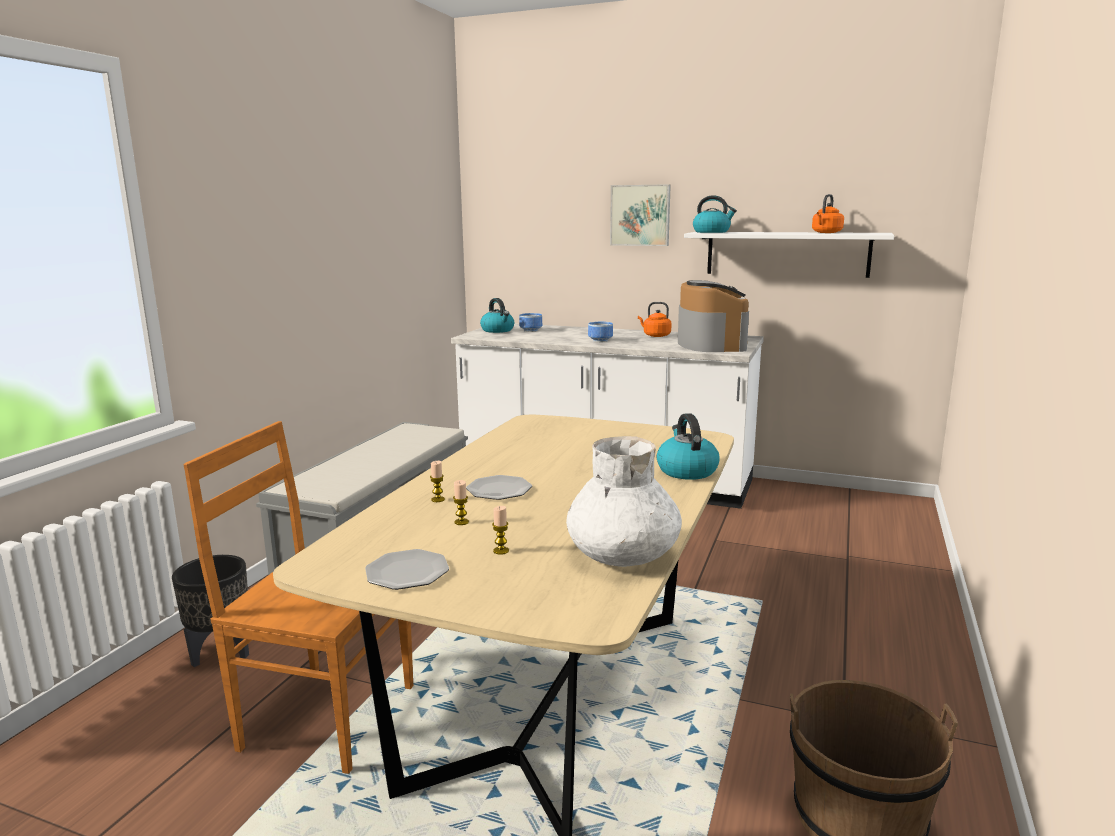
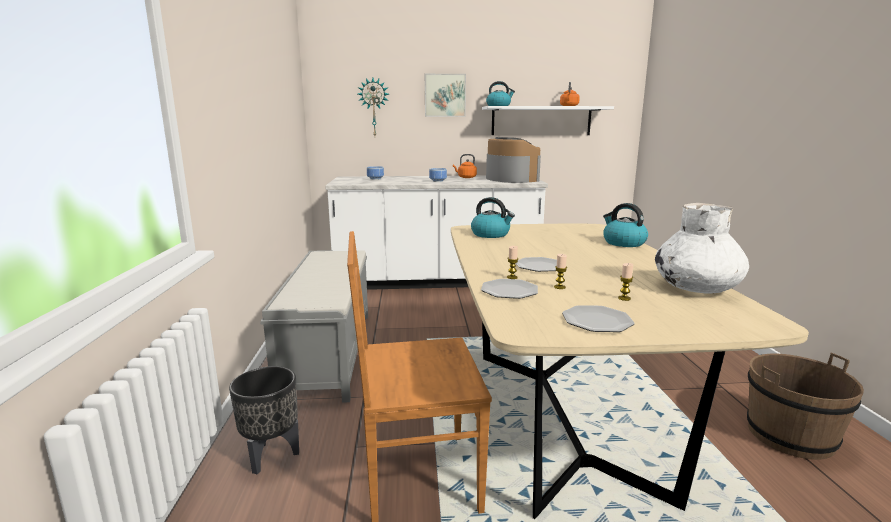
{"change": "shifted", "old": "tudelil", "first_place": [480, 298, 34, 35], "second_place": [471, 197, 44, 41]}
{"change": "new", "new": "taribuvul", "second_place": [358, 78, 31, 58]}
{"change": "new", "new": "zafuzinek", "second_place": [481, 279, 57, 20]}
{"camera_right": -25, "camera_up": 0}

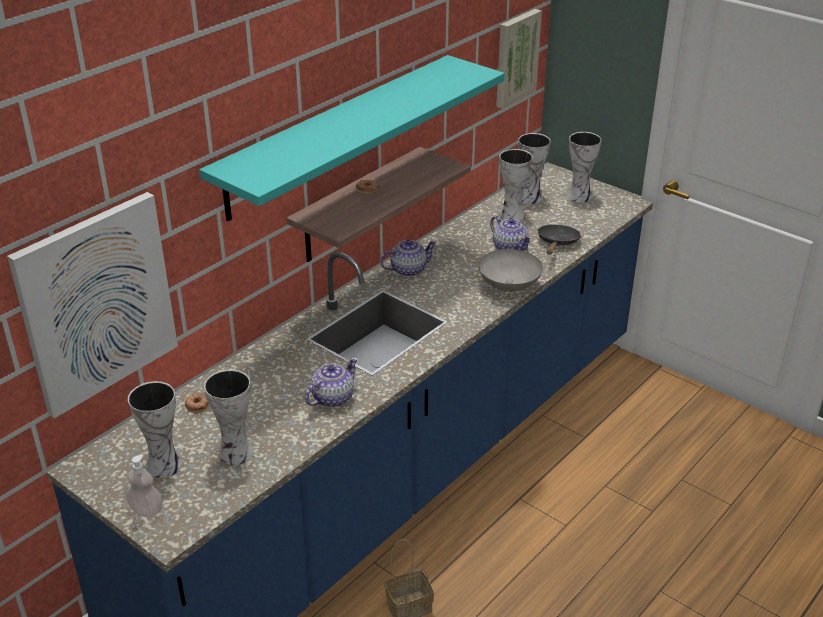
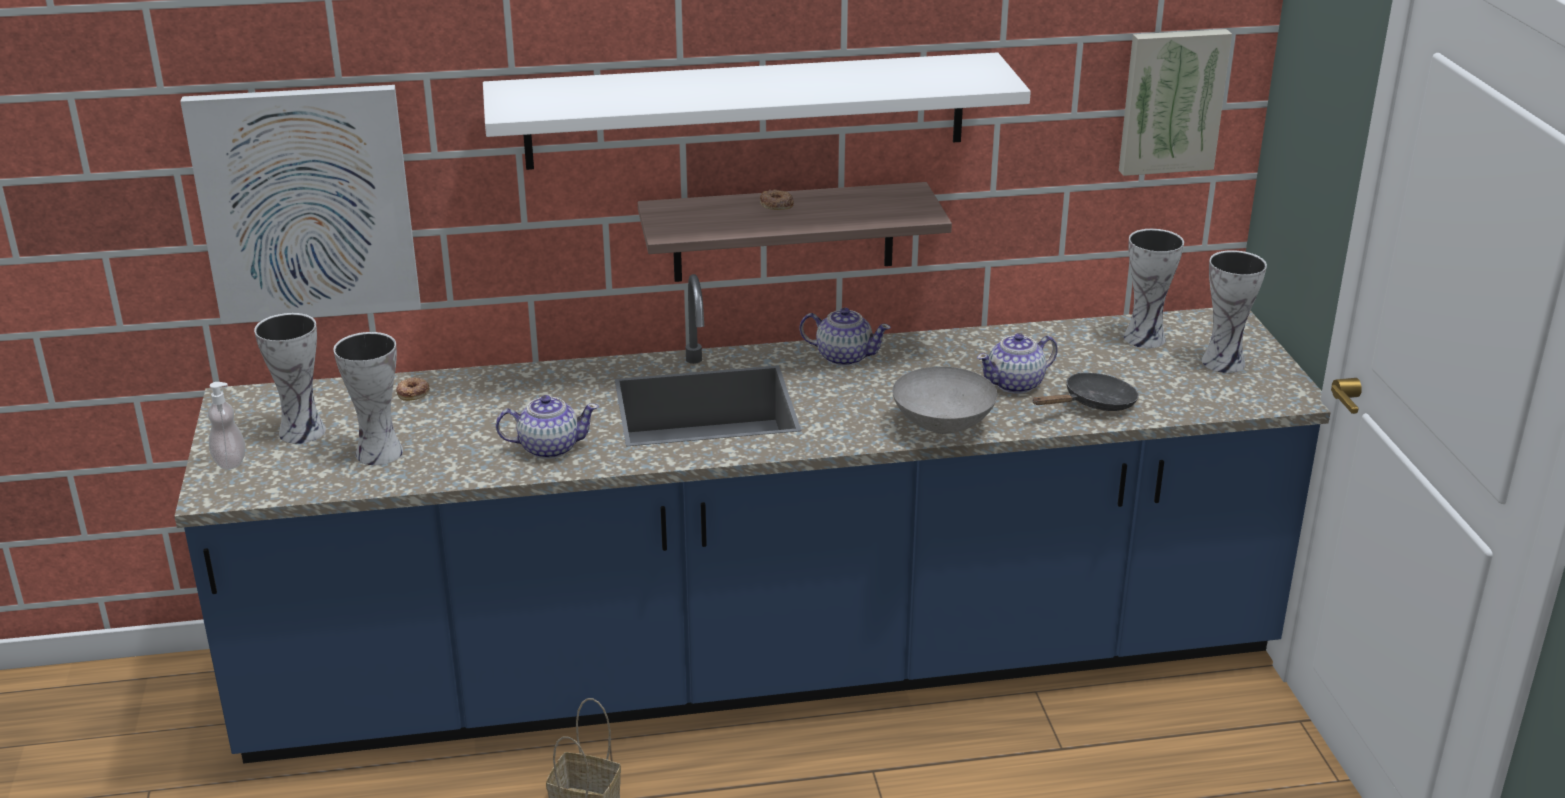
{"change": "repainted", "old": "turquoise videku", "new": "white videku", "first_place": [199, 55, 306, 167], "second_place": [483, 52, 548, 118]}
{"change": "gone", "old": "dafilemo", "first_place": [499, 149, 34, 72]}
{"change": "rotated", "old": "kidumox", "first_place": [490, 216, 42, 35], "second_place": [977, 333, 80, 61], "degrees": 60}
{"camera_right": 40, "camera_up": -5}

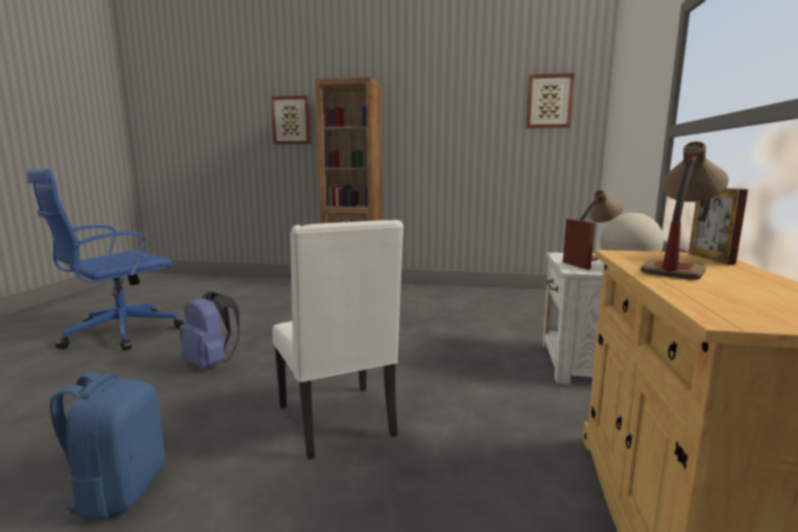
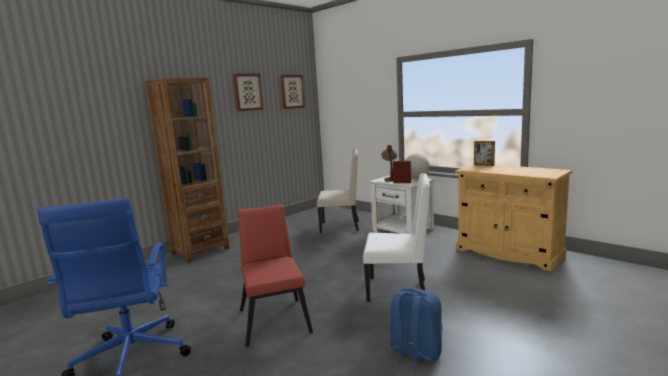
{"change": "shifted", "old": "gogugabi", "first_place": [271, 96, 40, 48], "second_place": [233, 74, 30, 37]}
{"change": "gone", "old": "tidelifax", "first_place": [641, 141, 88, 139]}
{"change": "swapped", "old": "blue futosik", "new": "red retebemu", "first_place": [180, 291, 60, 78], "second_place": [238, 204, 75, 143]}
{"change": "new", "new": "beige retebemu", "second_place": [317, 149, 42, 84]}
{"camera_right": -55, "camera_up": 0}

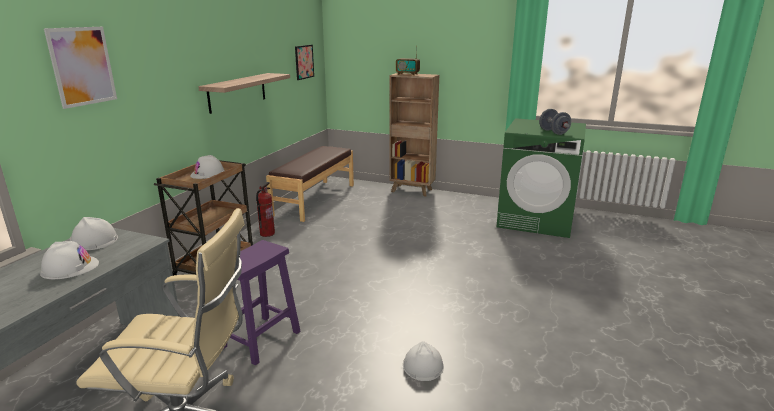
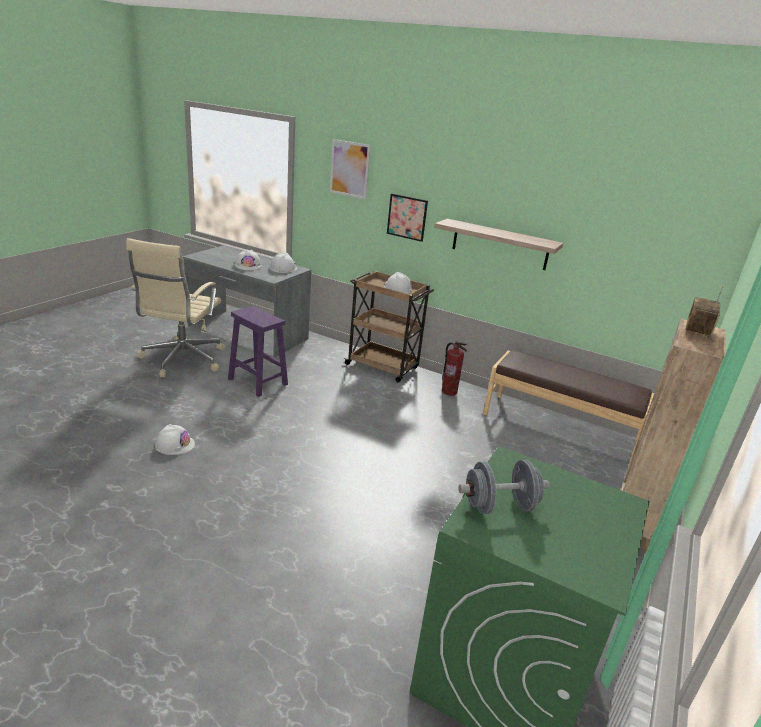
{"change": "shifted", "old": "gogugabi", "first_place": [295, 45, 19, 35], "second_place": [387, 194, 41, 48]}
{"camera_right": 95, "camera_up": 5}

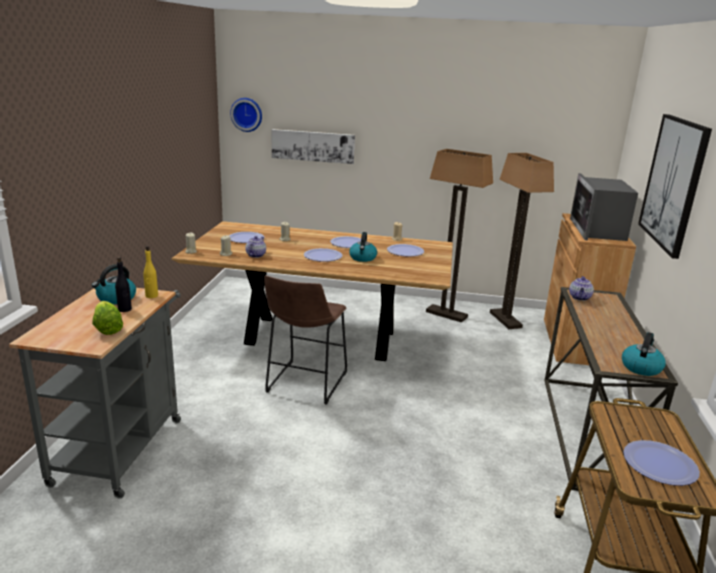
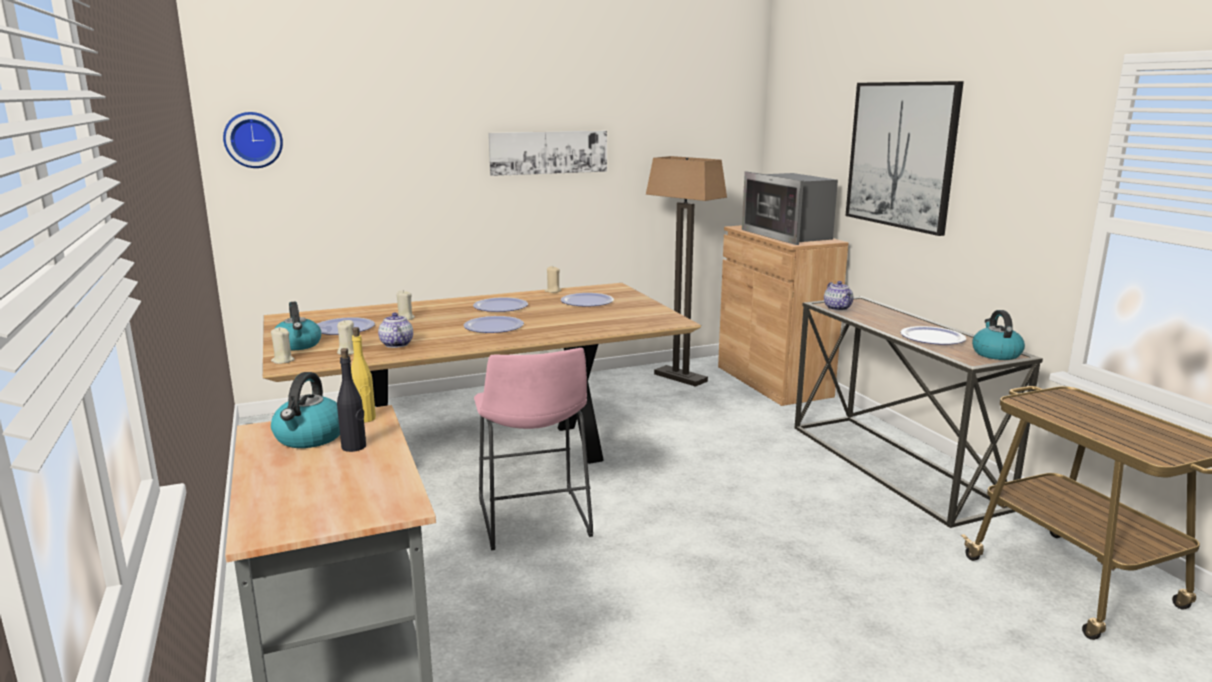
{"change": "shifted", "old": "gogugabi", "first_place": [271, 129, 84, 35], "second_place": [488, 131, 119, 45]}
{"change": "gone", "old": "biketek", "first_place": [426, 149, 67, 174]}
{"change": "shifted", "old": "tudelil", "first_place": [349, 232, 28, 30], "second_place": [274, 302, 47, 48]}
{"change": "repainted", "old": "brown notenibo", "new": "pink notenibo", "first_place": [264, 276, 83, 129], "second_place": [474, 348, 119, 202]}
{"change": "gone", "old": "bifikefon", "first_place": [92, 301, 31, 34]}
{"change": "shifted", "old": "zafuzinek", "first_place": [623, 440, 77, 46], "second_place": [900, 326, 66, 19]}
{"camera_right": -30, "camera_up": -5}

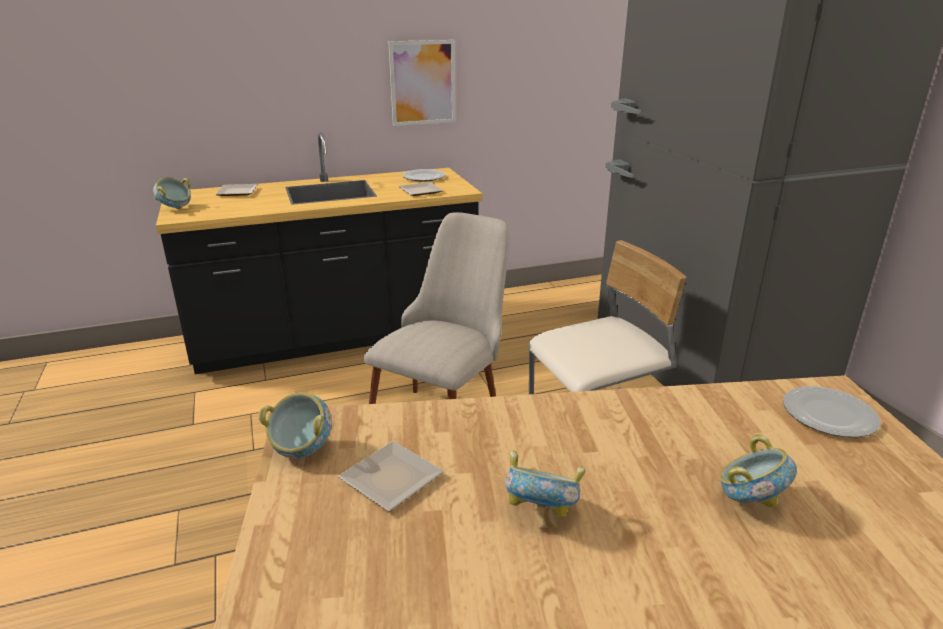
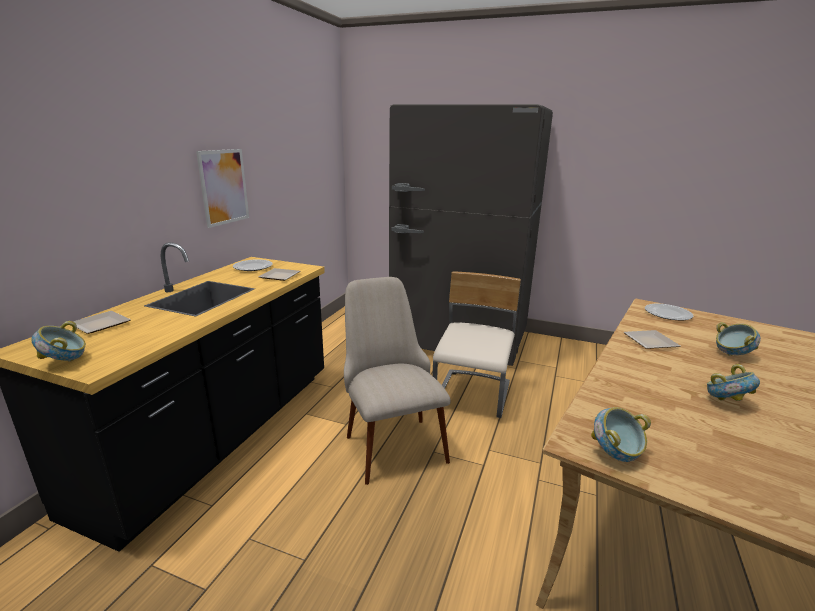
{"change": "shifted", "old": "zafuzinek", "first_place": [338, 441, 106, 70], "second_place": [623, 330, 57, 19]}
{"camera_right": -50, "camera_up": -5}

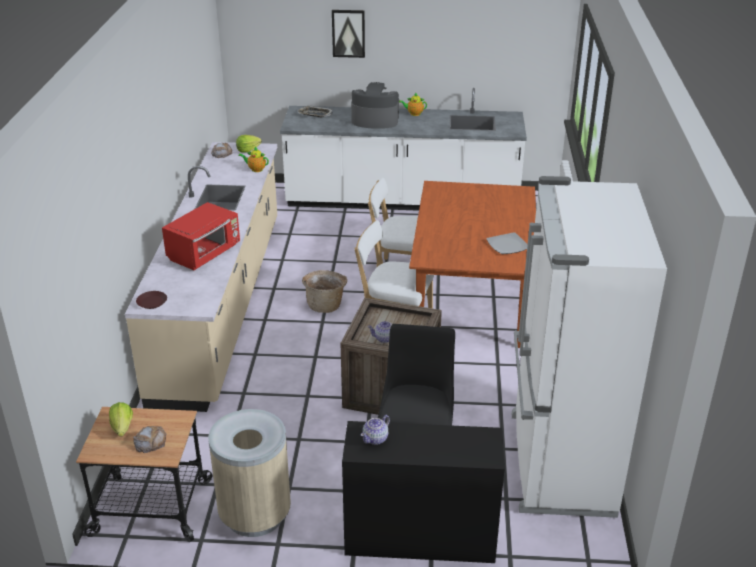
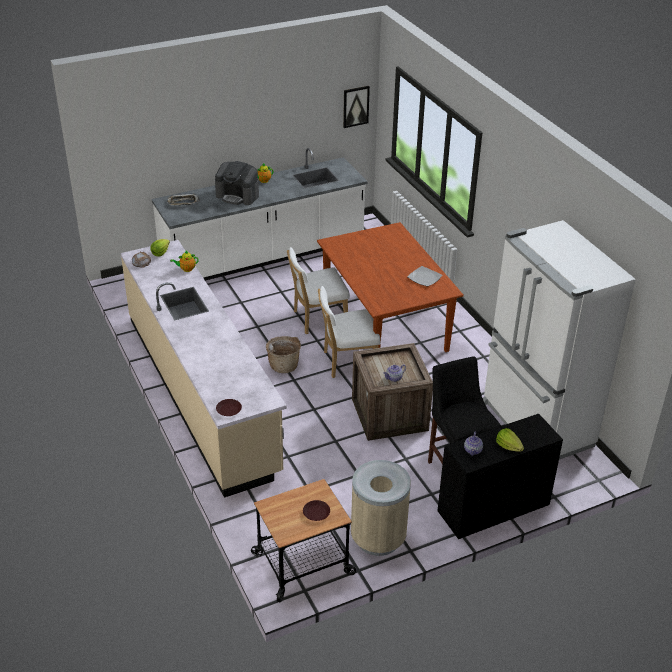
{"change": "shifted", "old": "gogugabi", "first_place": [332, 10, 33, 48], "second_place": [343, 86, 27, 42]}
{"change": "rotated", "old": "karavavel", "first_place": [351, 82, 48, 47], "second_place": [215, 161, 44, 44], "degrees": -135}
{"change": "gone", "old": "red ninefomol", "first_place": [162, 202, 78, 68]}
{"change": "shifted", "old": "bifikefon", "first_place": [109, 402, 24, 35], "second_place": [496, 428, 28, 24]}
{"change": "swapped", "old": "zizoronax", "new": "brown zafuzinek", "first_place": [133, 426, 33, 27], "second_place": [303, 500, 27, 21]}
{"camera_right": -30, "camera_up": 5}

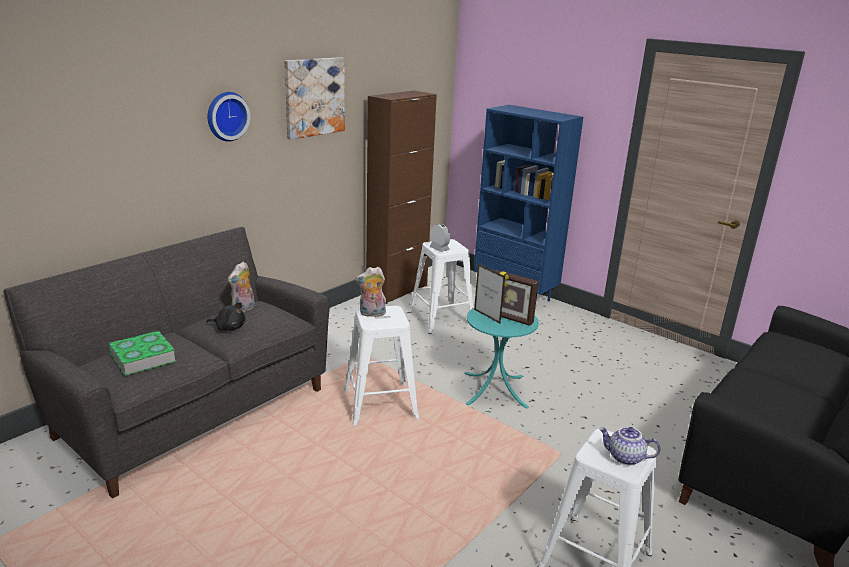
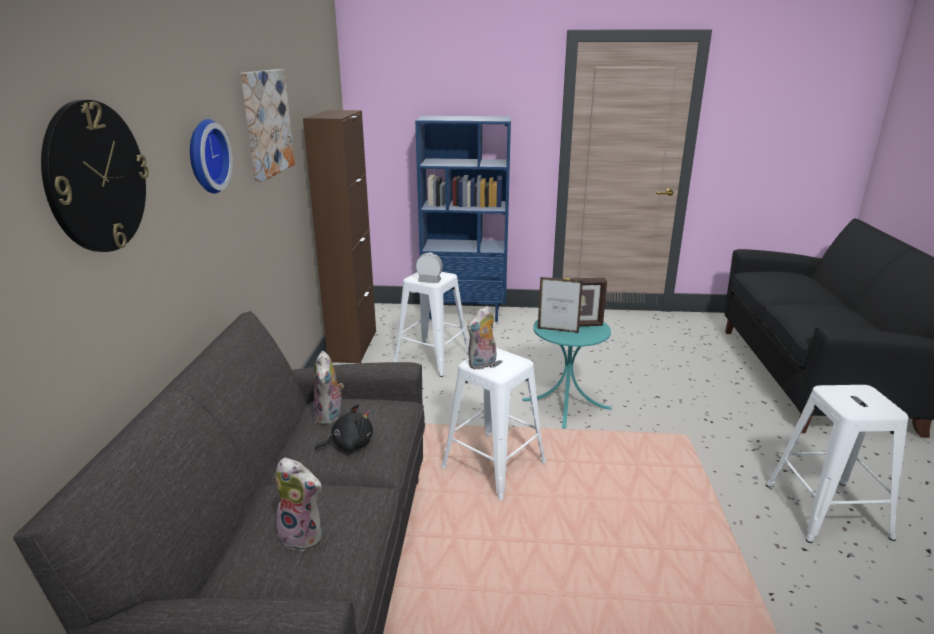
{"change": "swapped", "old": "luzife", "new": "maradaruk", "first_place": [109, 331, 67, 45], "second_place": [275, 458, 47, 93]}
{"change": "gone", "old": "kidumox", "first_place": [599, 427, 61, 38]}
{"change": "new", "new": "taribuvul", "second_place": [41, 100, 108, 152]}
{"camera_right": -35, "camera_up": 0}

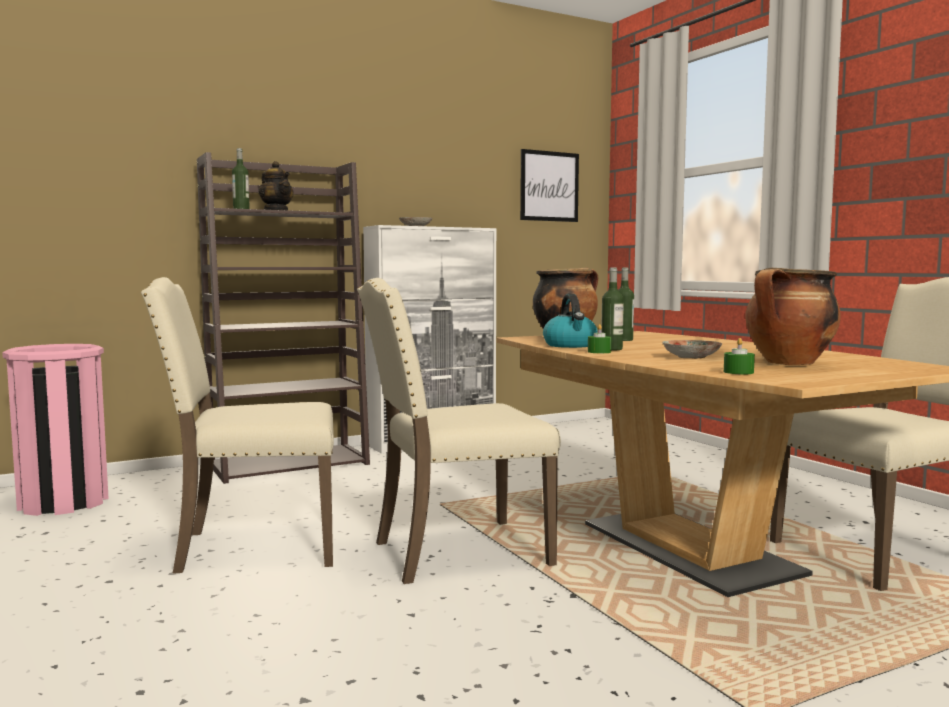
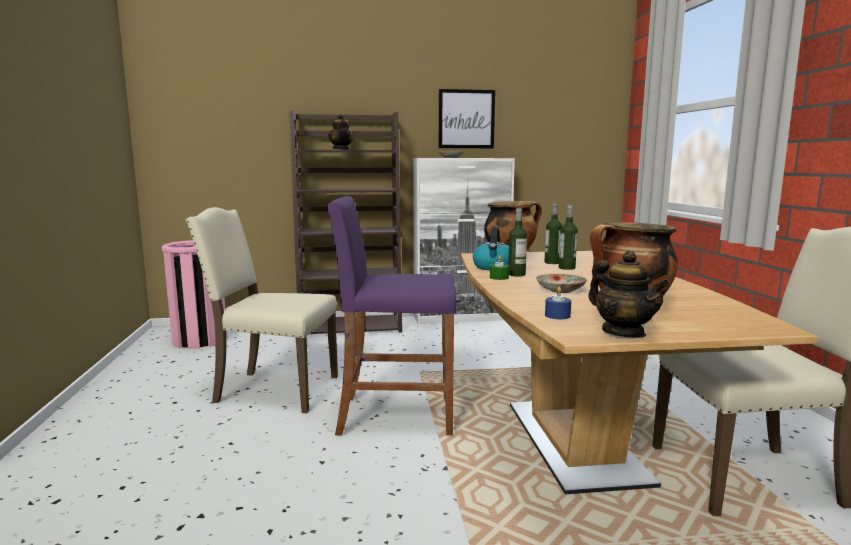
{"change": "shifted", "old": "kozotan", "first_place": [232, 148, 18, 61], "second_place": [559, 205, 19, 65]}
{"change": "shifted", "old": "gogugabi", "first_place": [520, 149, 59, 73], "second_place": [439, 89, 56, 59]}
{"change": "swapped", "old": "beige retebemu", "new": "purple notenibo", "first_place": [357, 278, 204, 306], "second_place": [328, 196, 128, 239]}
{"change": "repainted", "old": "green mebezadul", "new": "blue mebezadul", "first_place": [724, 338, 31, 36], "second_place": [545, 287, 26, 32]}
{"change": "new", "new": "kidumox", "second_place": [589, 250, 81, 88]}
{"camera_right": 20, "camera_up": 5}

